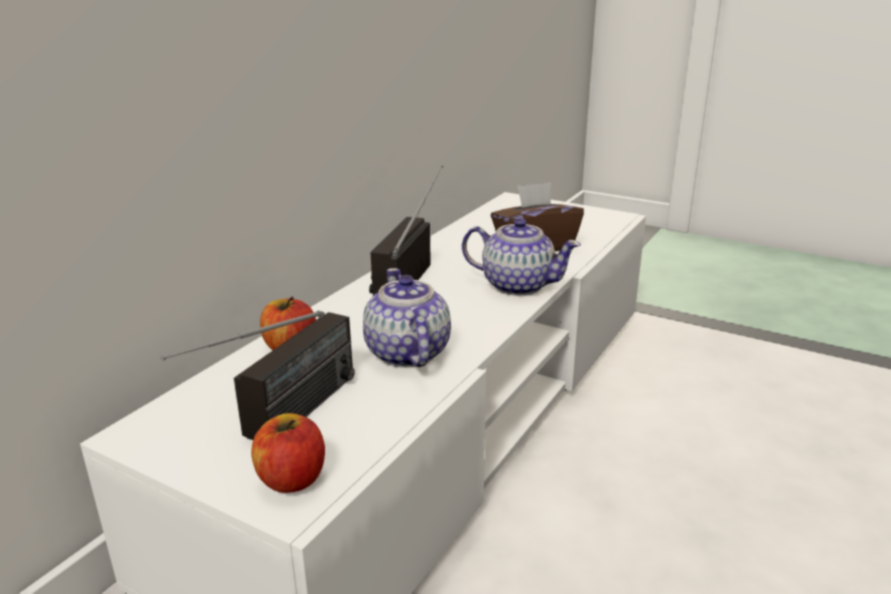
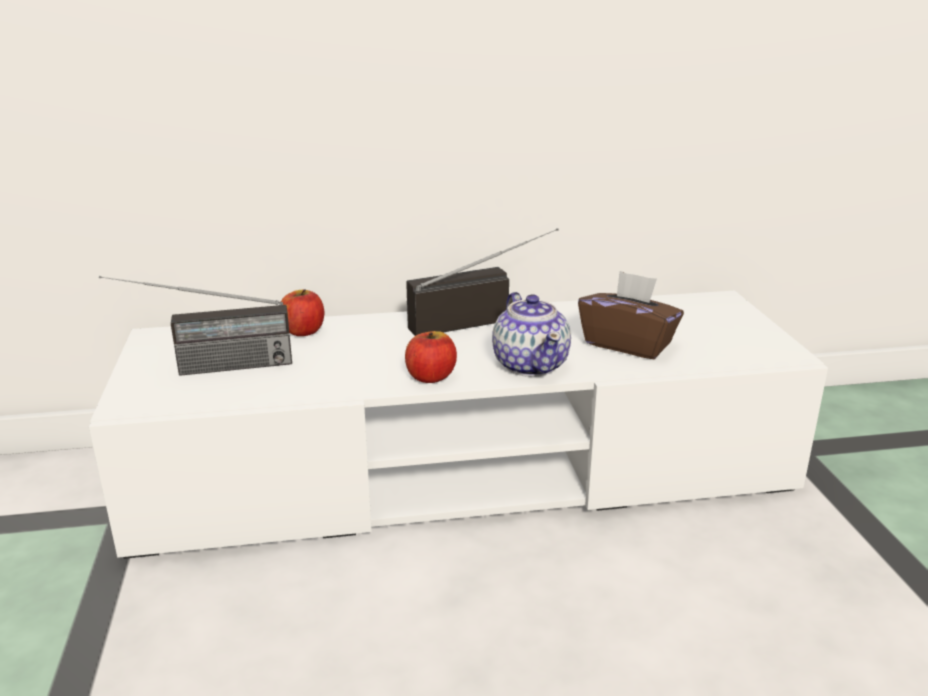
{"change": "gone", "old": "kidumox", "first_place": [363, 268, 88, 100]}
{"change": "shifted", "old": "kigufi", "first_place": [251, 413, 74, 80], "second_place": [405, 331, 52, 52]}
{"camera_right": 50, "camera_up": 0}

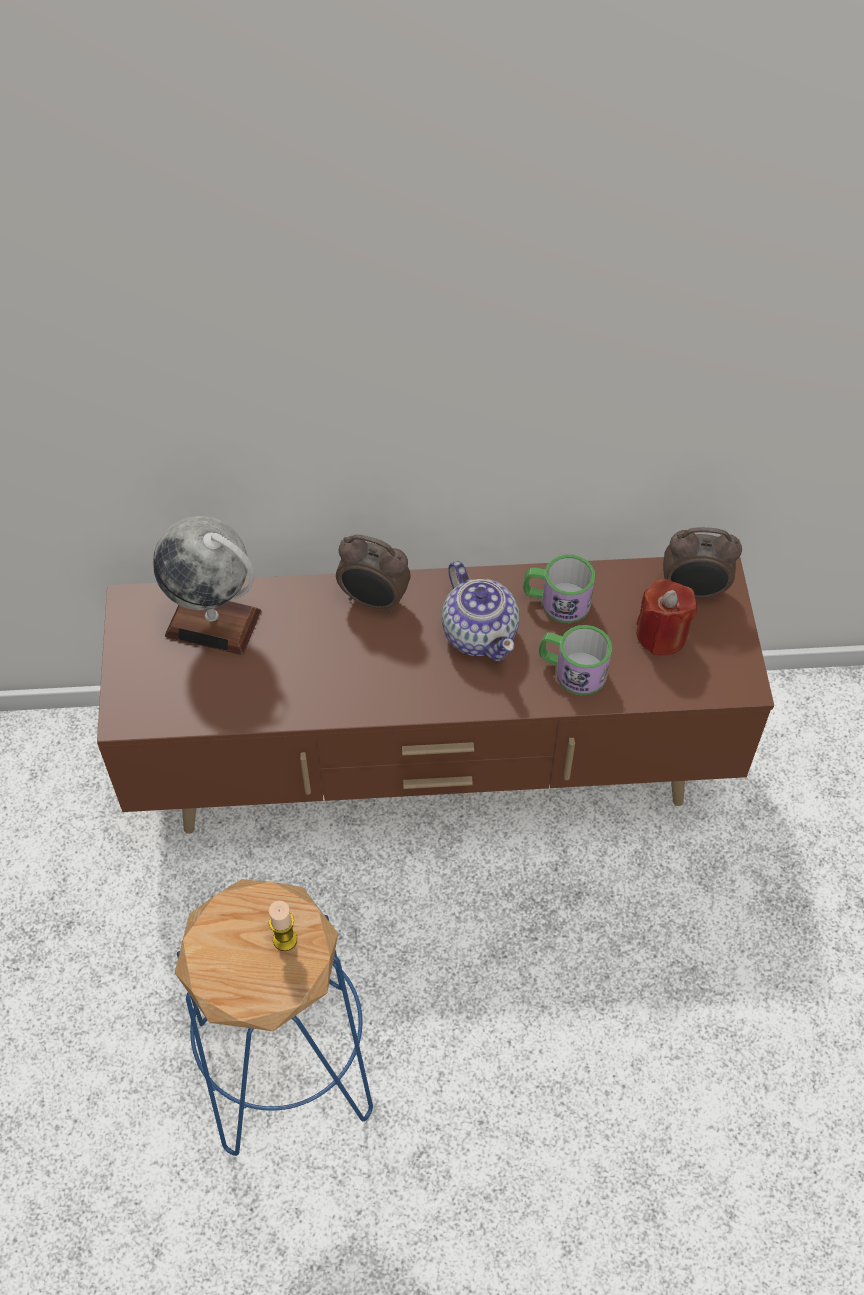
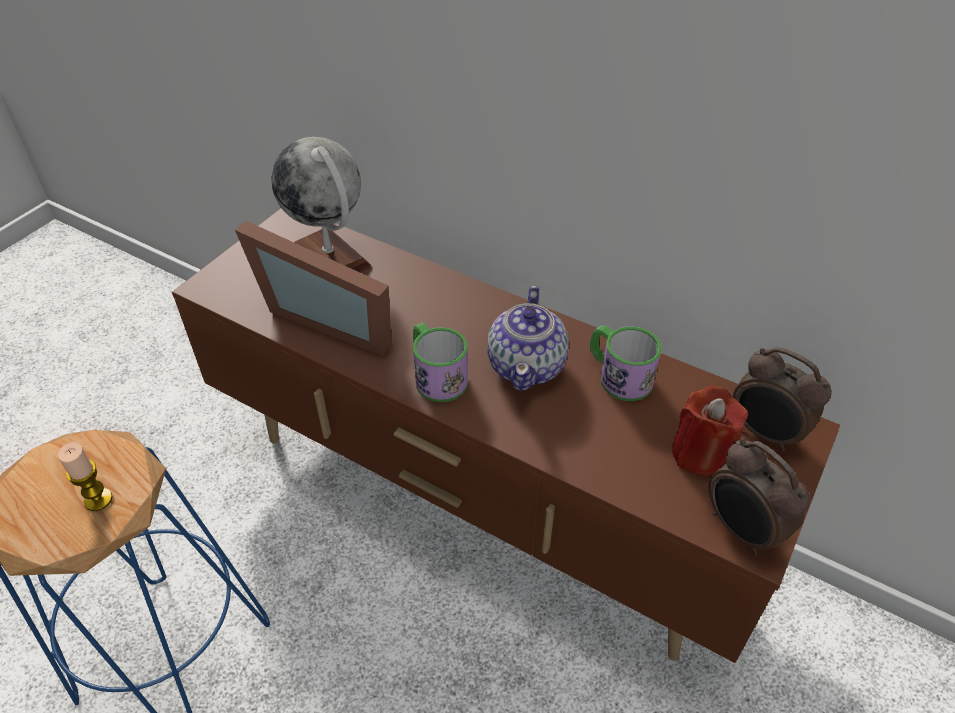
{"change": "shifted", "old": "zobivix", "first_place": [336, 534, 75, 79], "second_place": [709, 438, 101, 117]}
{"change": "shifted", "old": "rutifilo", "first_place": [539, 625, 73, 70], "second_place": [413, 322, 55, 80]}
{"change": "new", "new": "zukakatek", "second_place": [235, 221, 156, 135]}
{"camera_right": 35, "camera_up": -10}

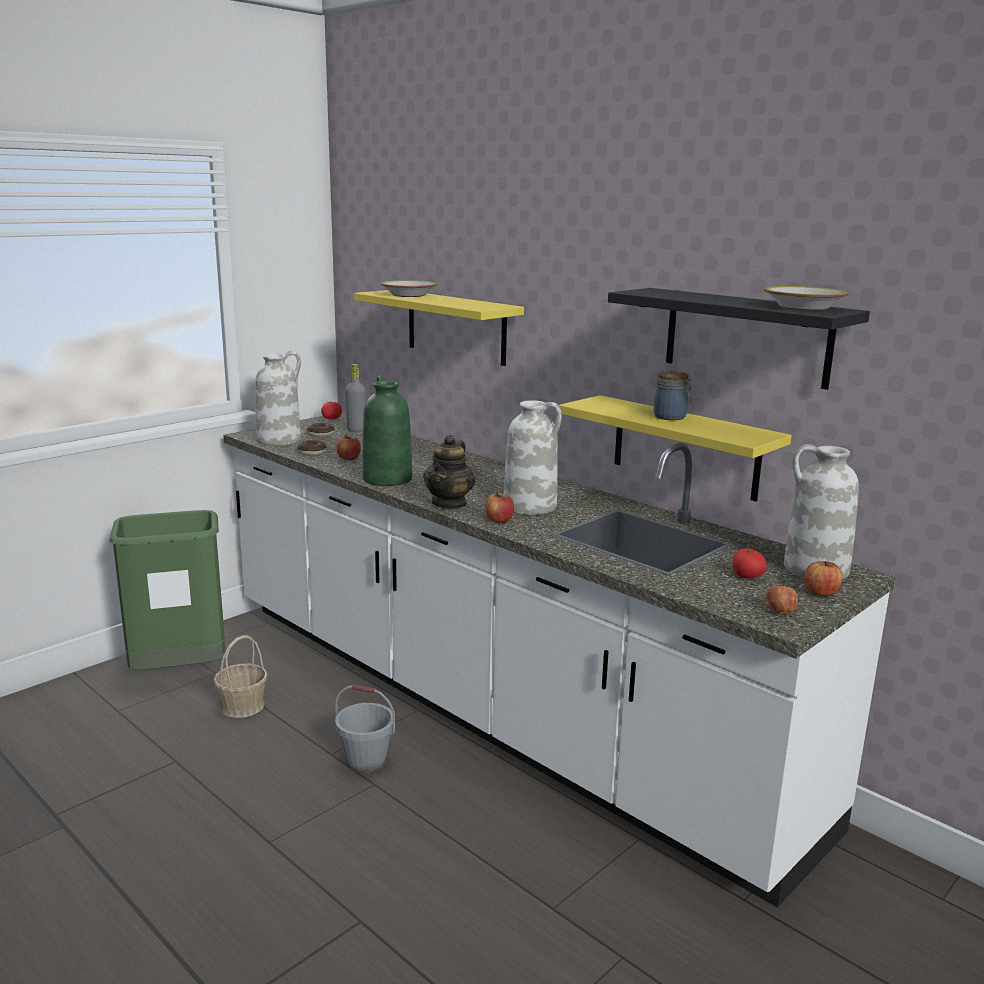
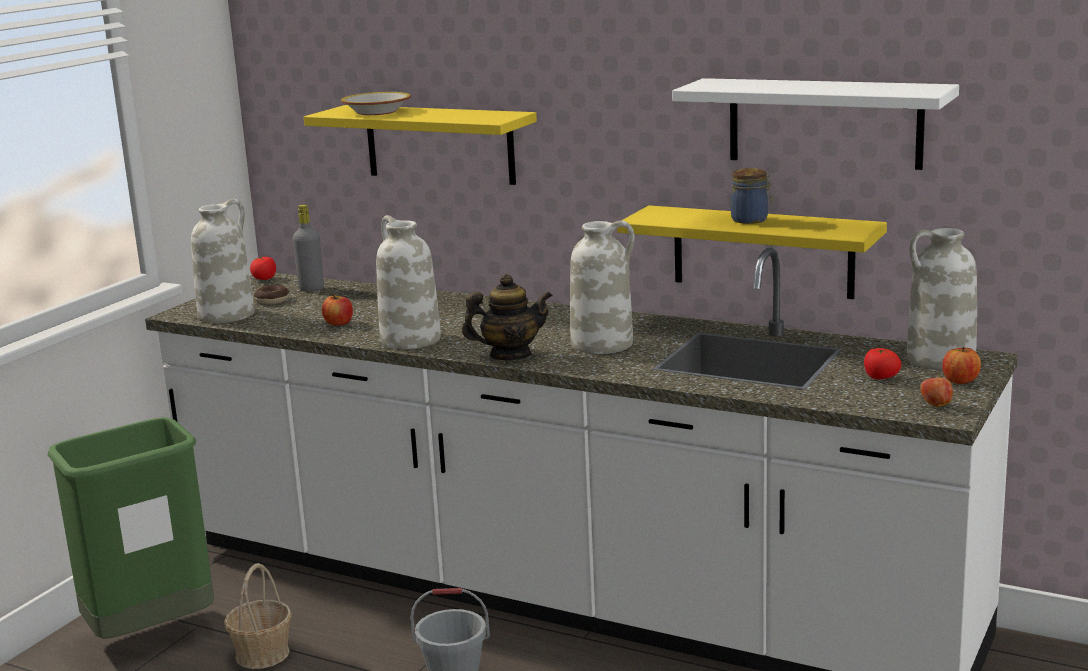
{"change": "gone", "old": "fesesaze", "first_place": [764, 286, 85, 25]}
{"change": "repainted", "old": "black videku", "new": "white videku", "first_place": [608, 288, 262, 102], "second_place": [672, 78, 287, 92]}
{"change": "repainted", "old": "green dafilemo", "new": "white dafilemo", "first_place": [363, 375, 49, 111], "second_place": [376, 215, 65, 134]}
{"change": "rotated", "old": "kidumox", "first_place": [423, 434, 52, 75], "second_place": [462, 274, 91, 86], "degrees": -105}
{"change": "gone", "old": "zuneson", "first_place": [297, 440, 30, 16]}
{"change": "gone", "old": "kigufi", "first_place": [485, 492, 29, 31]}
{"camera_right": -15, "camera_up": 0}

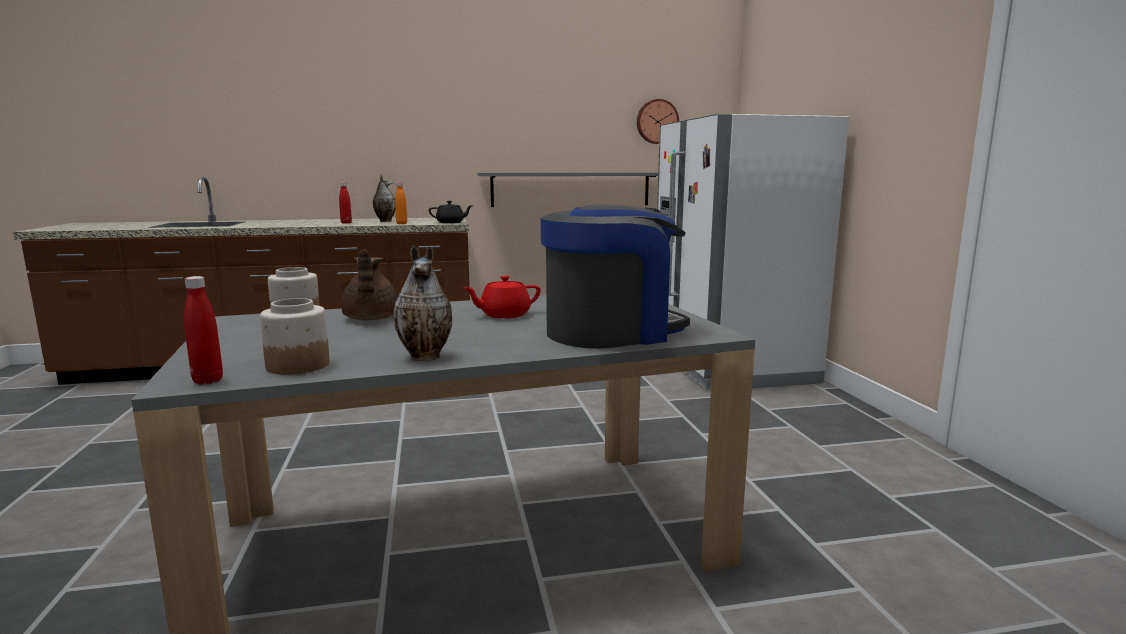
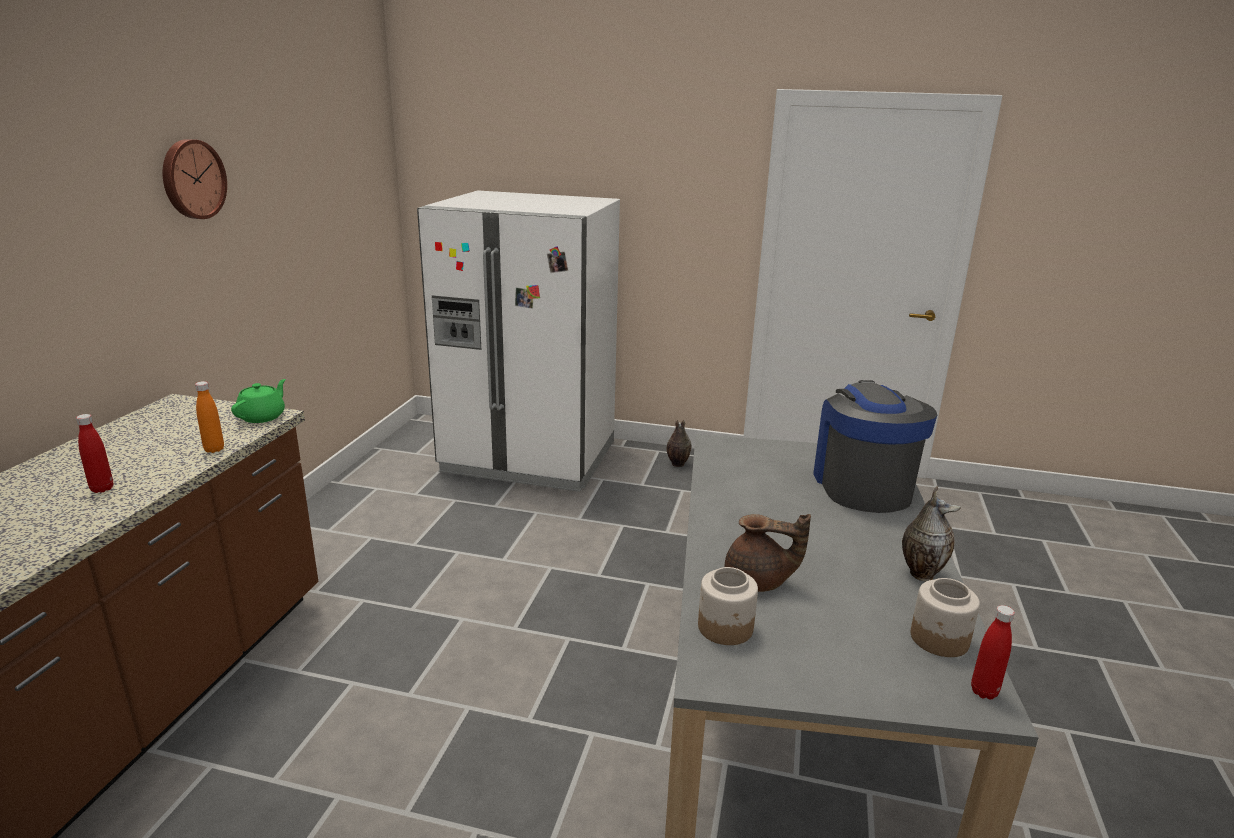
{"change": "shifted", "old": "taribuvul", "first_place": [637, 99, 42, 45], "second_place": [163, 139, 64, 80]}
{"change": "gone", "old": "grey videku", "first_place": [477, 172, 181, 35]}
{"change": "shifted", "old": "dafilemo", "first_place": [373, 174, 22, 48], "second_place": [666, 420, 26, 47]}
{"change": "repainted", "old": "black kidumox", "new": "green kidumox", "first_place": [429, 201, 45, 22], "second_place": [231, 379, 55, 44]}
{"change": "gone", "old": "red kidumox", "first_place": [464, 276, 77, 42]}
{"camera_right": -65, "camera_up": 10}

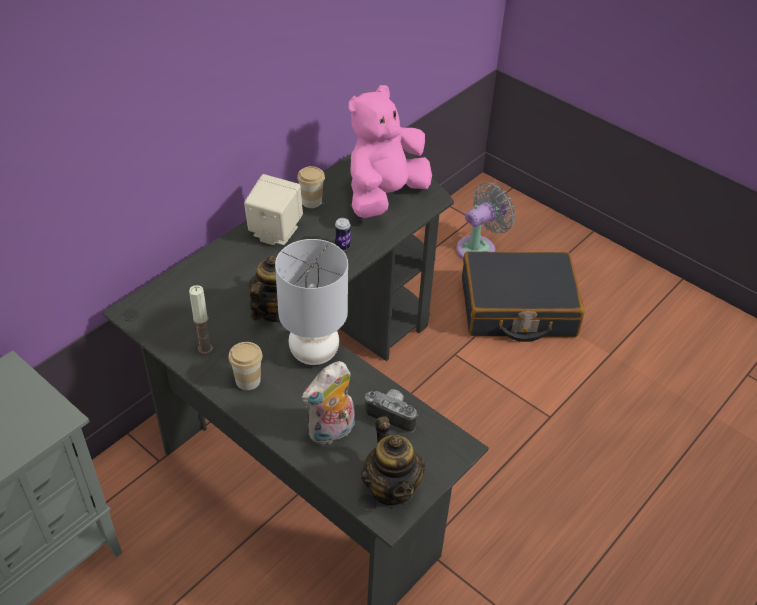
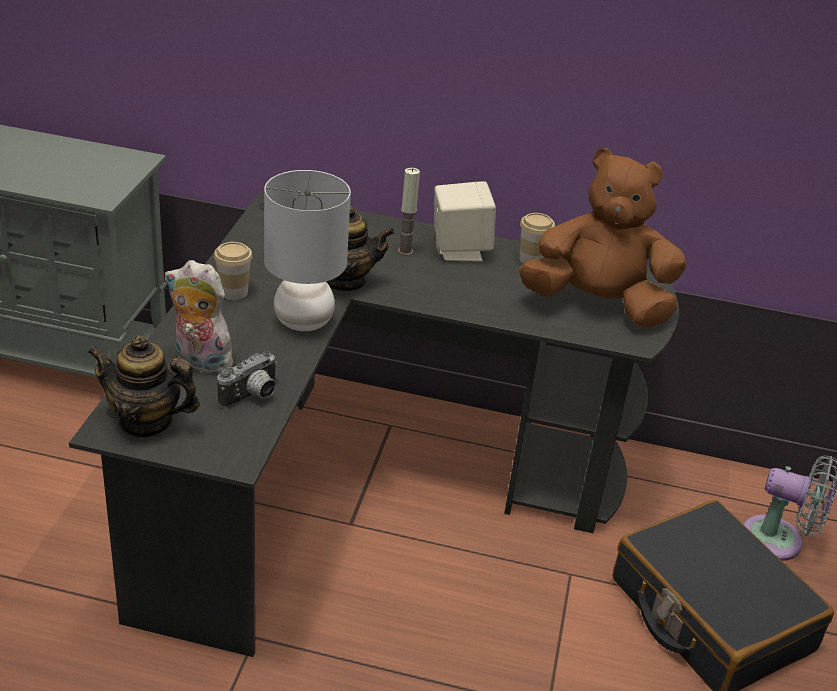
{"change": "repainted", "old": "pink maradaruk", "new": "brown maradaruk", "first_place": [349, 85, 83, 133], "second_place": [519, 148, 167, 179]}
{"change": "gone", "old": "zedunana", "first_place": [335, 218, 16, 33]}
{"change": "shifted", "old": "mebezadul", "first_place": [189, 285, 24, 69], "second_place": [398, 168, 22, 88]}
{"change": "rotated", "old": "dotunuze", "first_place": [365, 389, 53, 44], "second_place": [217, 351, 60, 58], "degrees": 45}
{"change": "rotated", "old": "kidumox", "first_place": [361, 416, 64, 91], "second_place": [88, 335, 112, 104], "degrees": 60}
{"camera_right": 60, "camera_up": -10}

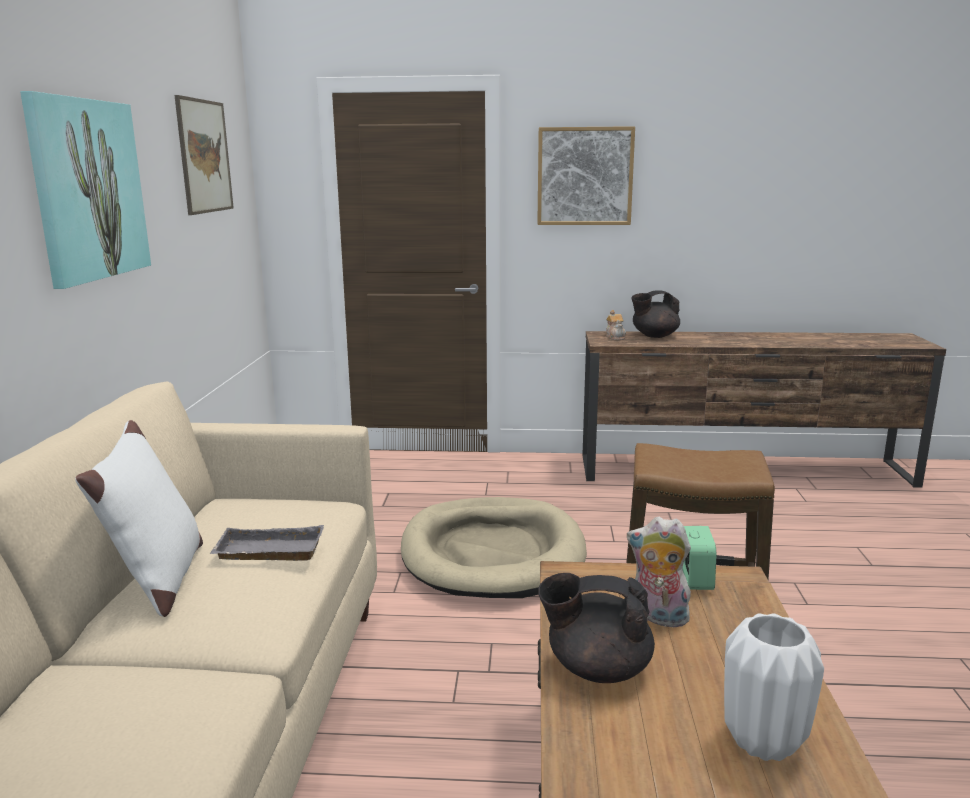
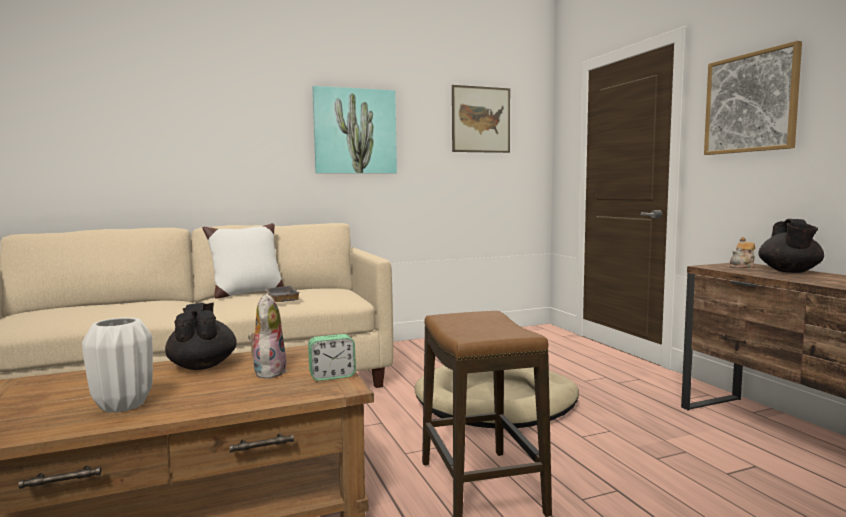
{"change": "rotated", "old": "black kidumox", "first_place": [631, 290, 49, 48], "second_place": [758, 219, 66, 54], "degrees": -120}
{"camera_right": 65, "camera_up": -10}

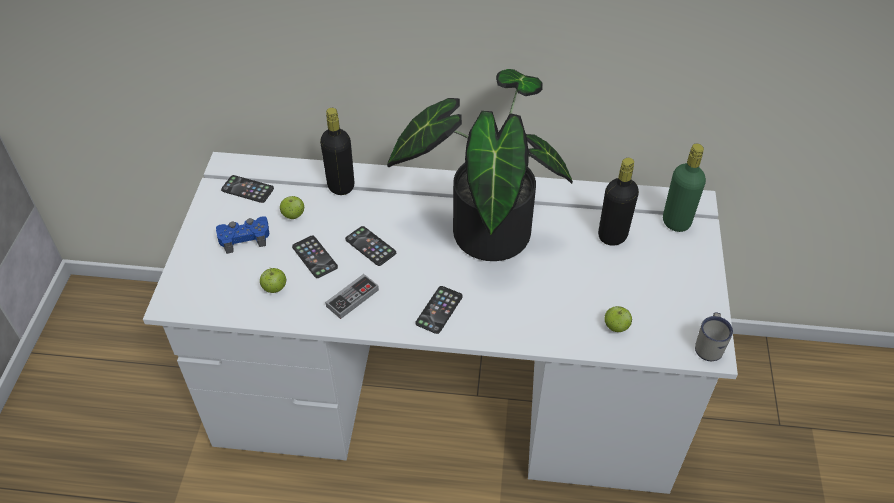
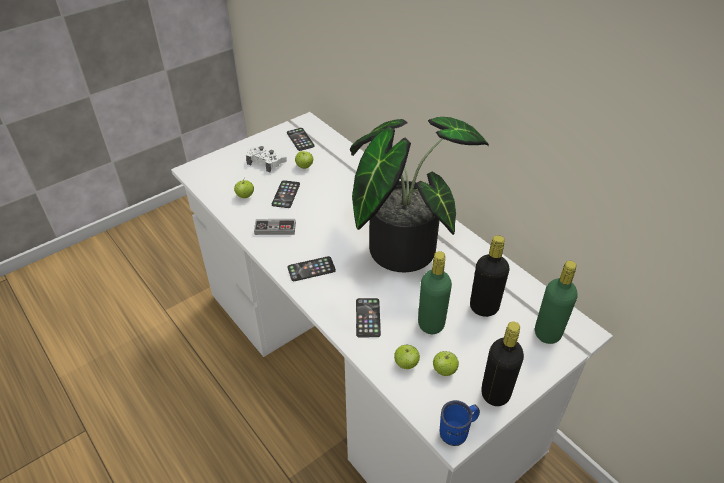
{"change": "shifted", "old": "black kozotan", "first_place": [320, 108, 34, 87], "second_place": [481, 321, 43, 85]}
{"change": "repainted", "old": "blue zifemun", "new": "white zifemun", "first_place": [216, 216, 53, 38], "second_place": [246, 146, 41, 26]}
{"change": "shifted", "old": "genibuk", "first_place": [345, 226, 51, 40], "second_place": [356, 298, 25, 39]}
{"change": "repainted", "old": "white rutifilo", "new": "blue rutifilo", "first_place": [695, 312, 38, 49], "second_place": [440, 400, 40, 46]}
{"change": "new", "new": "green kozotan", "second_place": [418, 251, 34, 83]}
{"change": "new", "new": "kigufi", "second_place": [433, 351, 26, 25]}
{"camera_right": 45, "camera_up": -5}

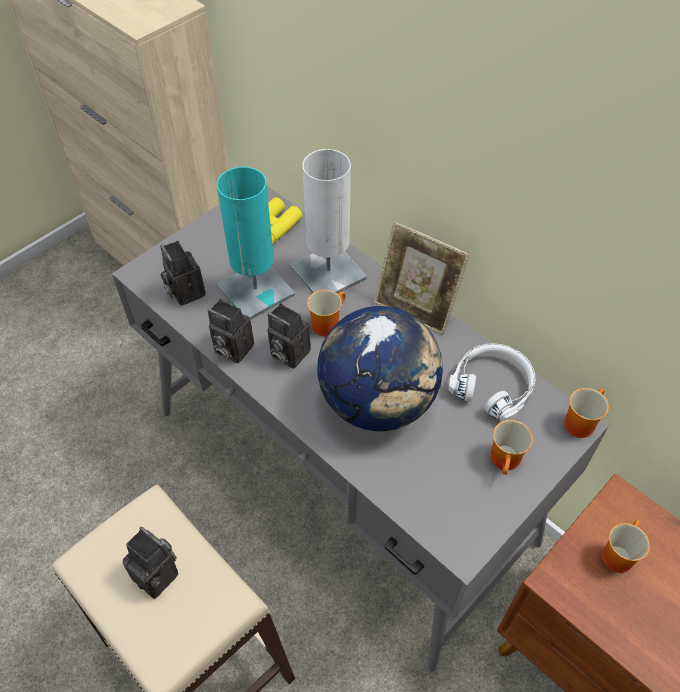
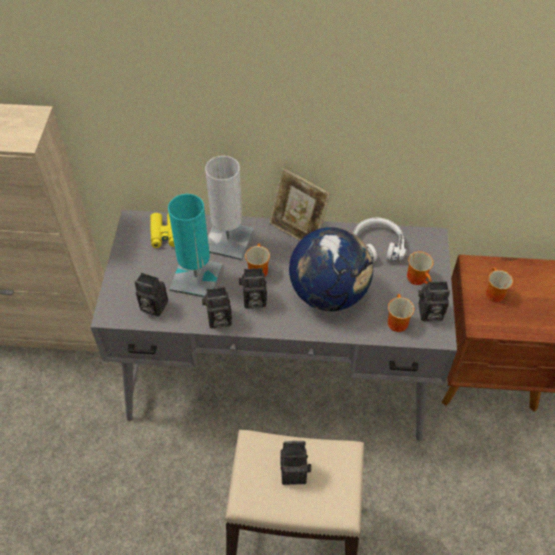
{"change": "rotated", "old": "zukakatek", "first_place": [374, 222, 96, 113], "second_place": [269, 168, 62, 73], "degrees": 45}
{"change": "shifted", "old": "rutifilo", "first_place": [564, 388, 45, 50], "second_place": [388, 294, 26, 38]}
{"change": "new", "new": "dotunuze", "second_place": [418, 281, 32, 41]}
{"camera_right": -40, "camera_up": 0}

